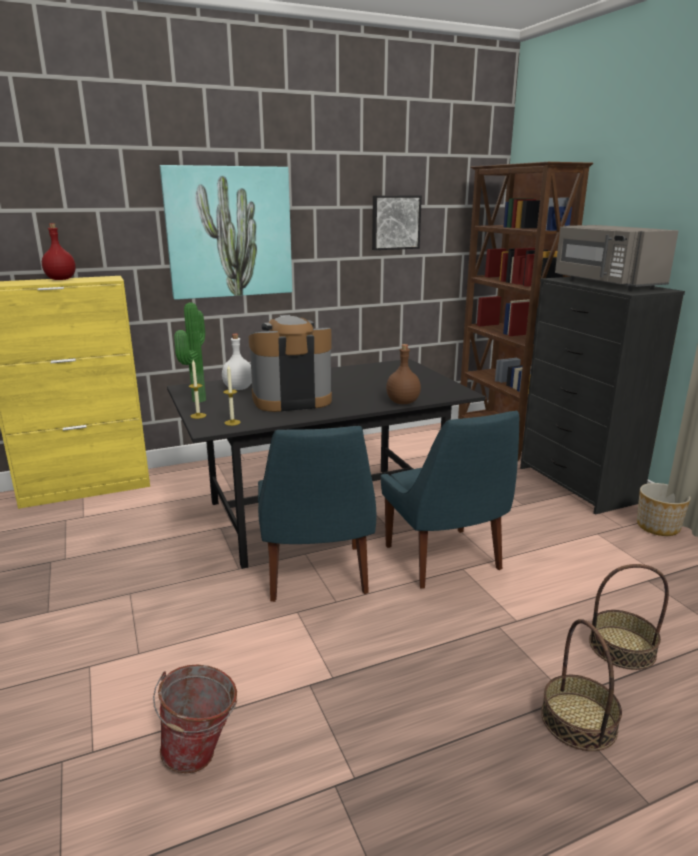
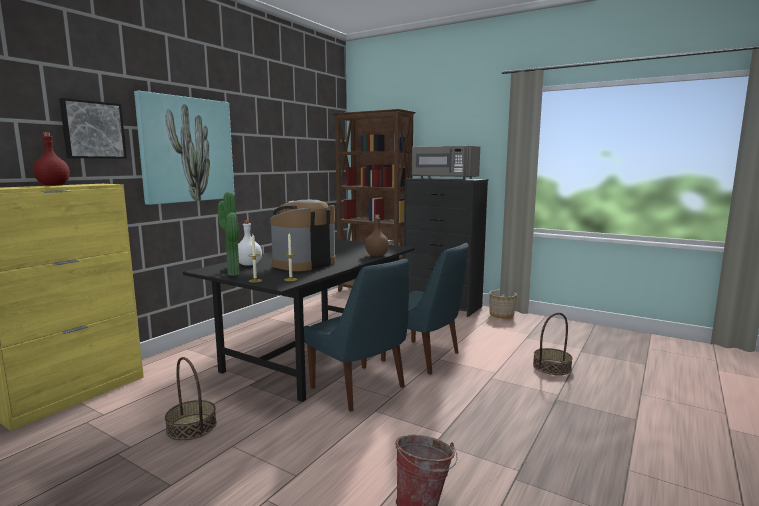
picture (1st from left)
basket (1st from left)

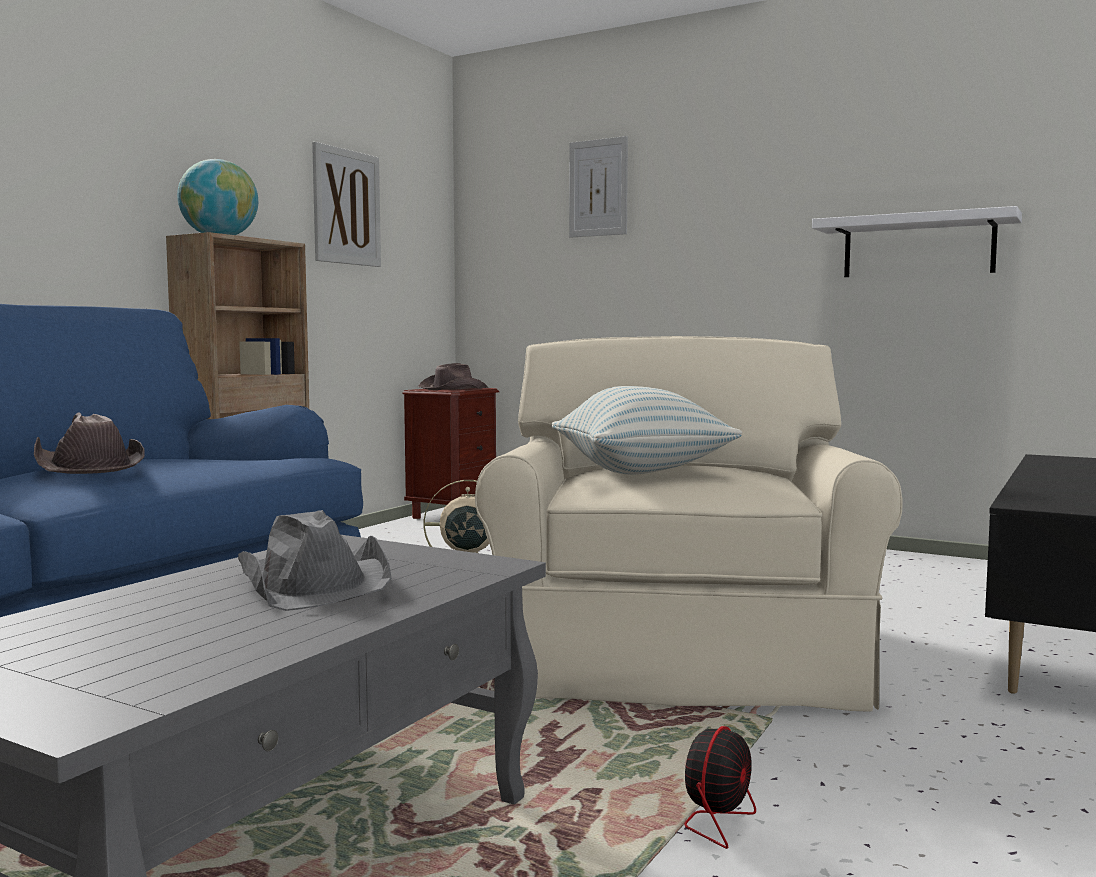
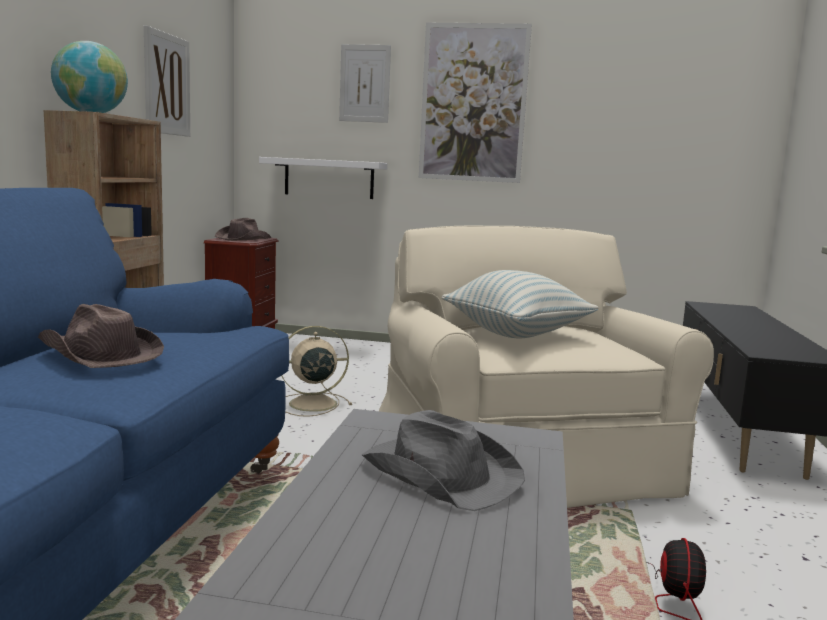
shelf in white
picture (3rd from left)

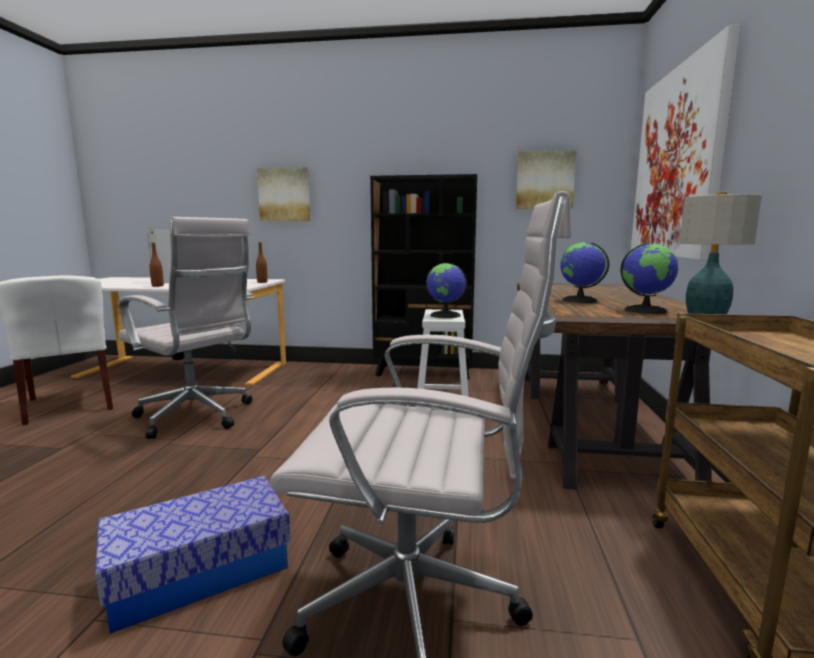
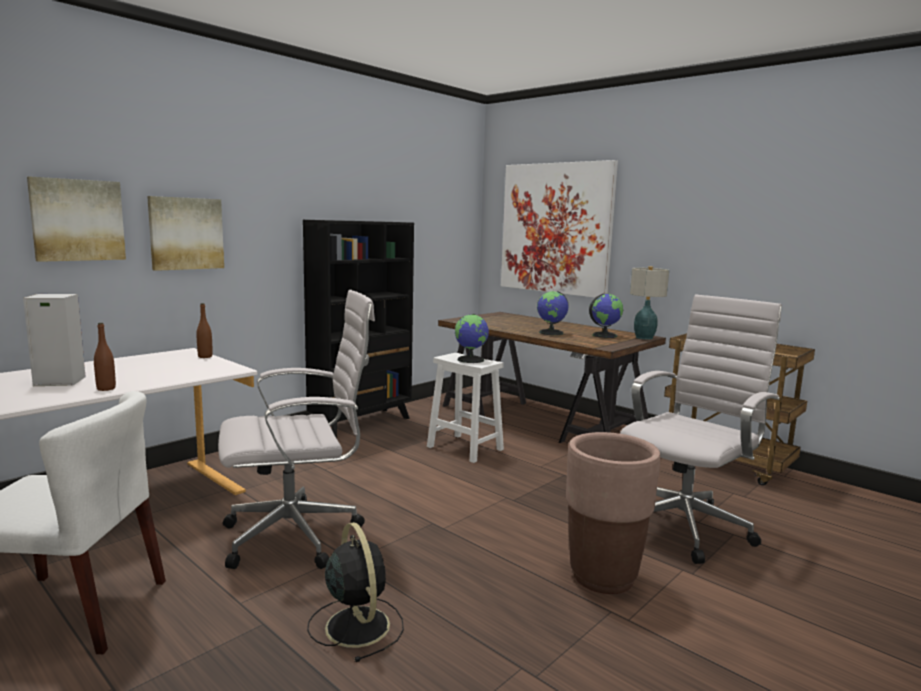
planter in brown
picture (1st from left)
fan in black

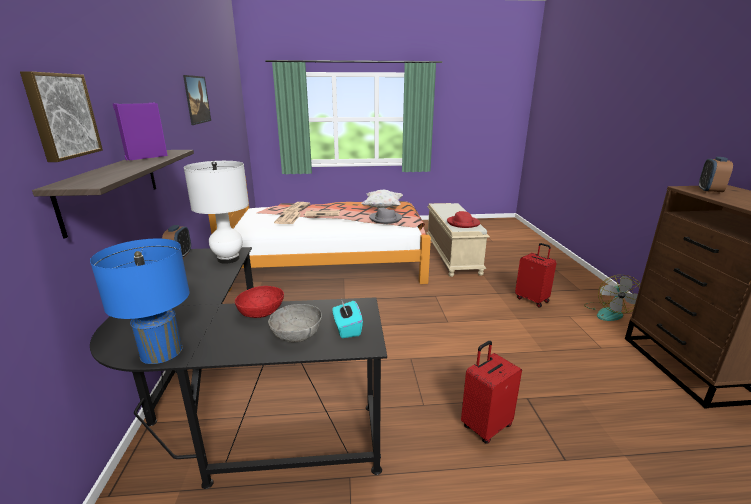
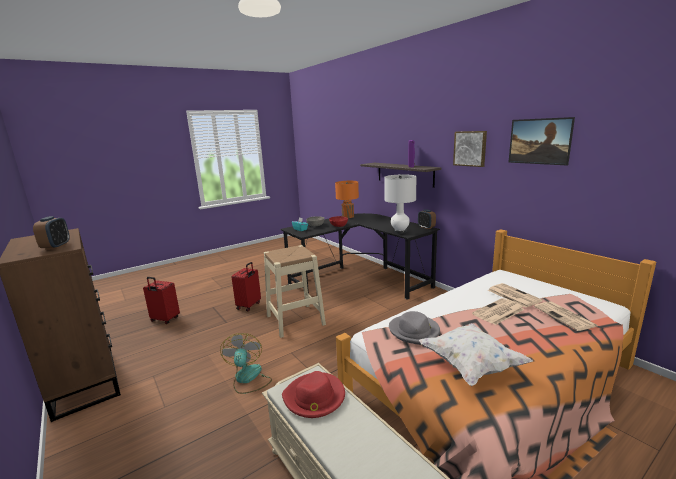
picture (1st from left)
table lamp in orange
suitcase in red (1st from left)
fan
stool in beige

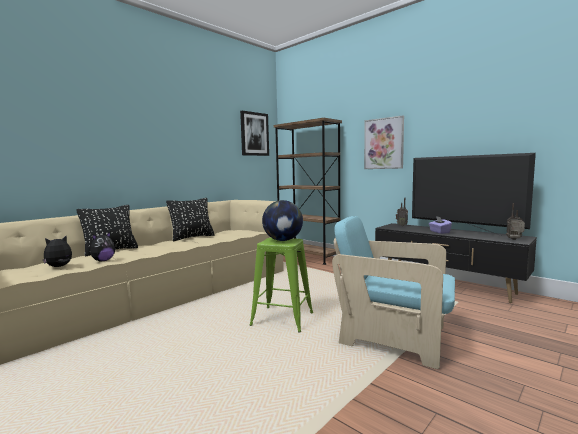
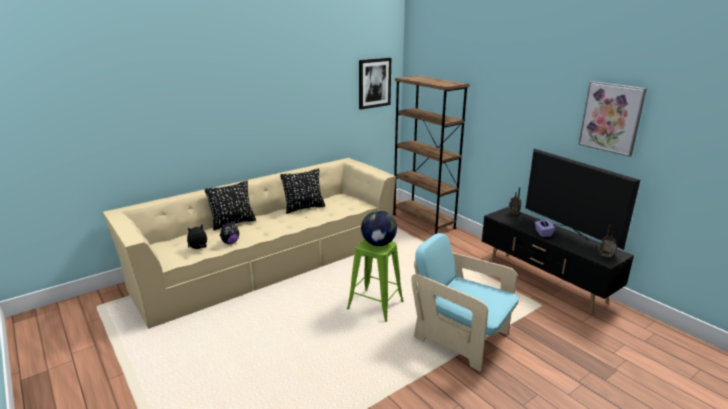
picture (2nd from left)

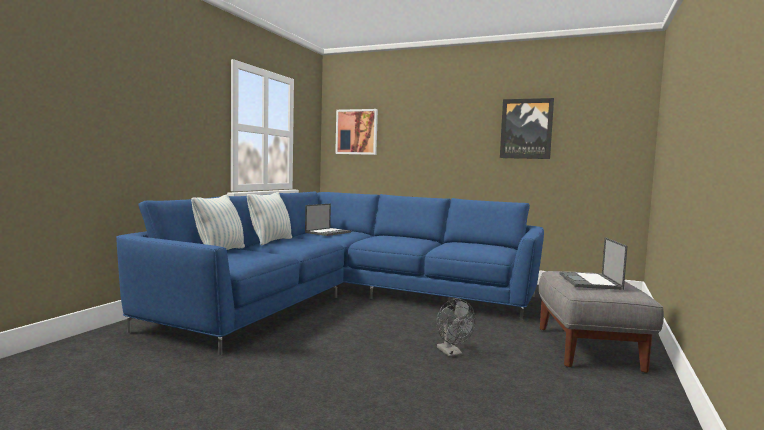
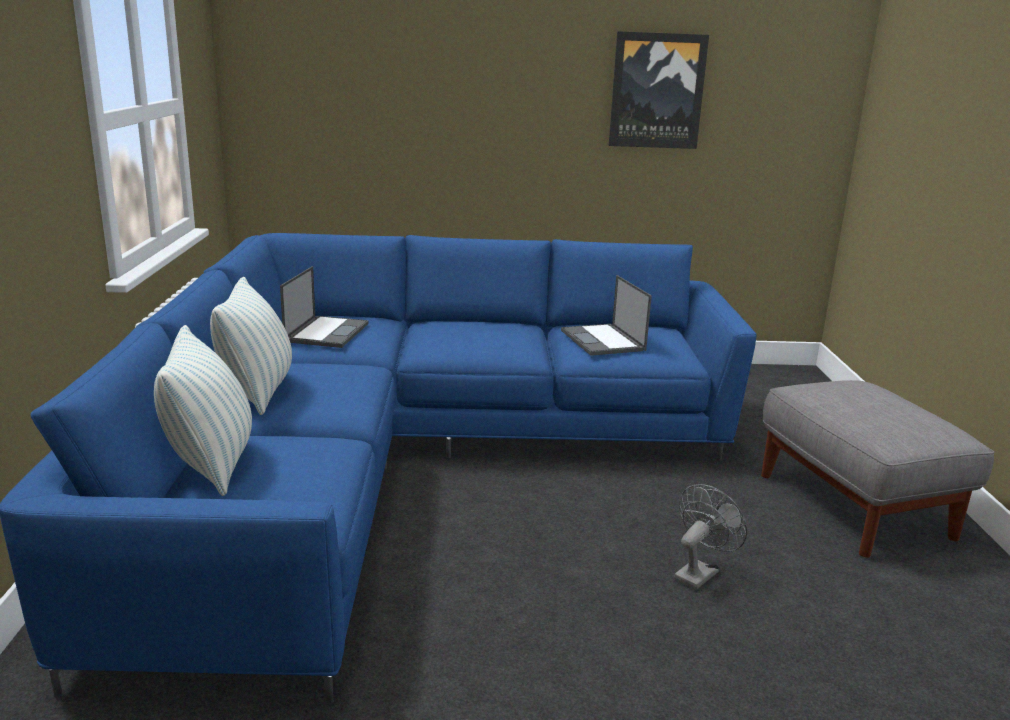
picture (1st from left in the first image)
fan in grey
laptop (2nd from left)

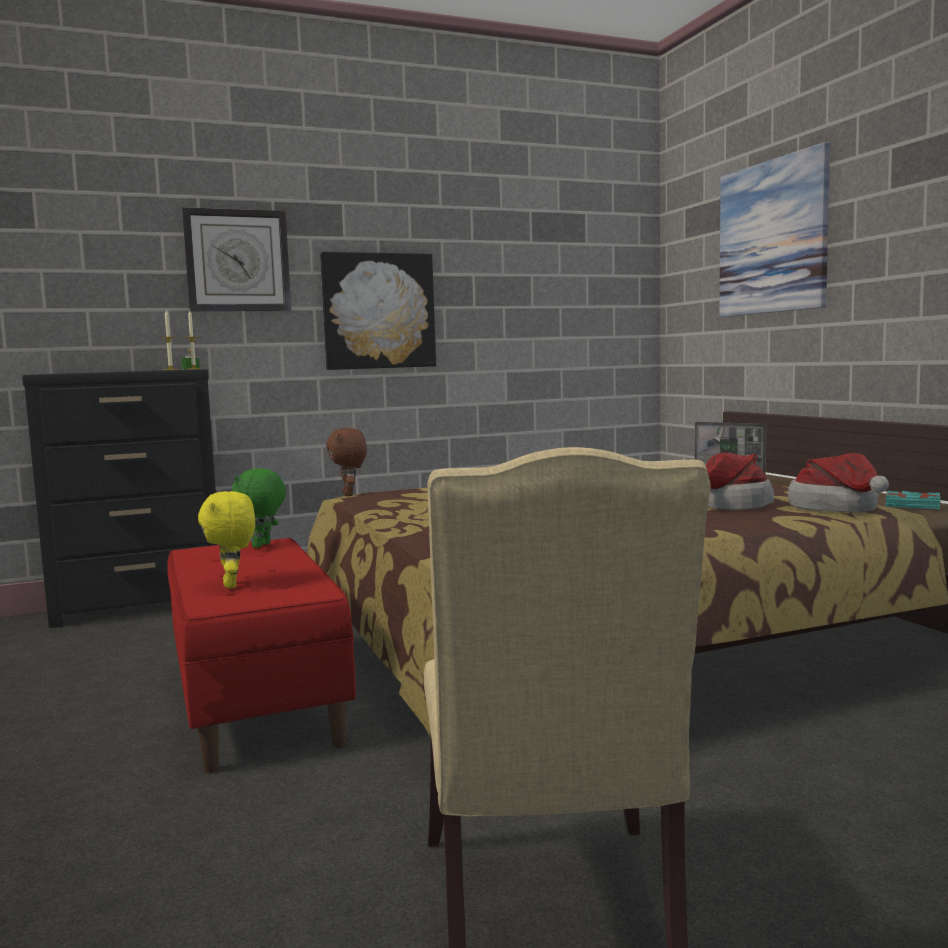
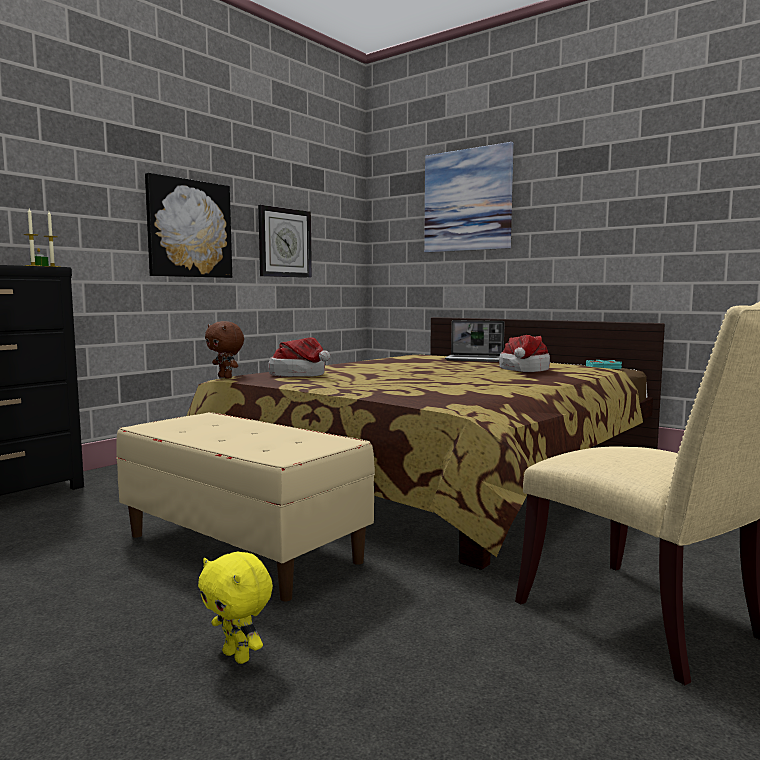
bench in beige
wall clock
plush toy in yellow
plush toy in green
hat (1st from left)

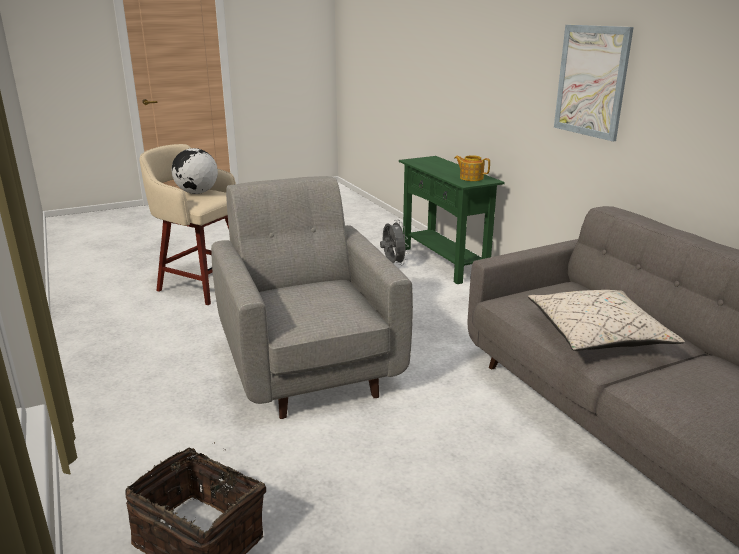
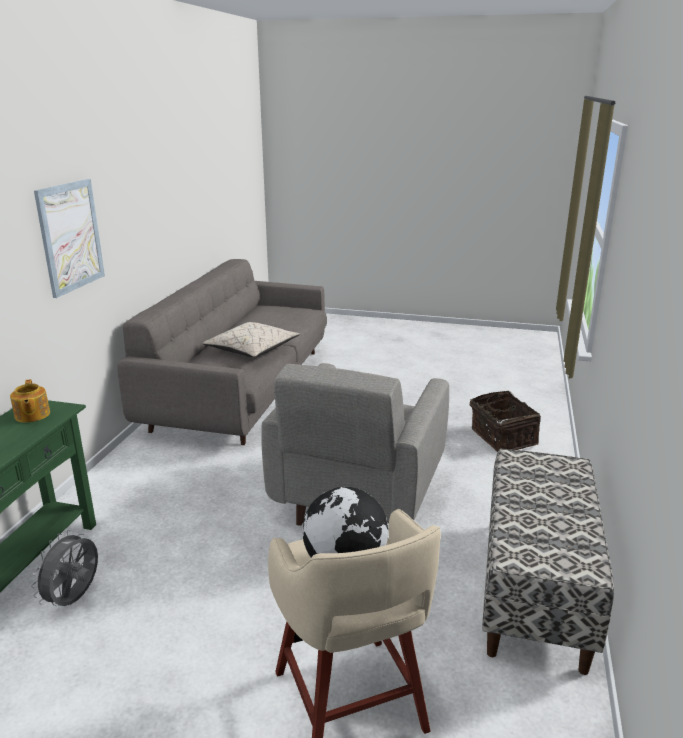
bench

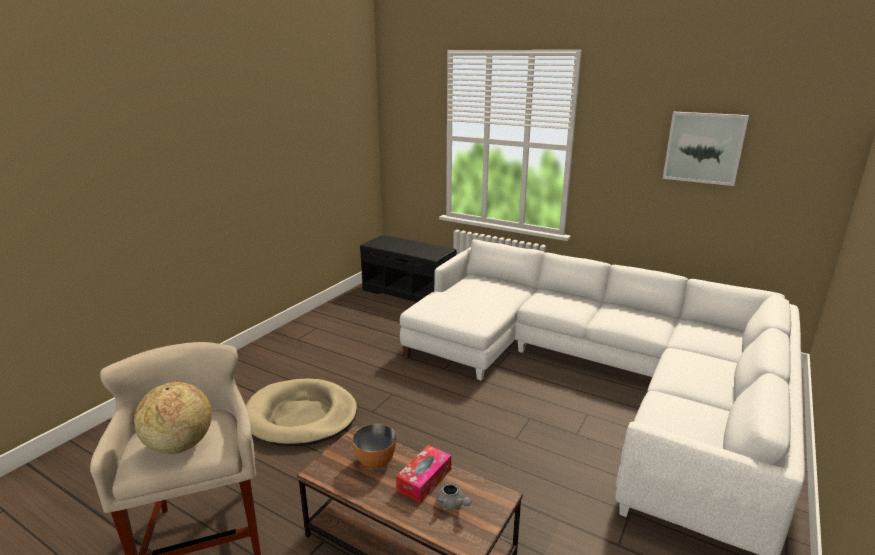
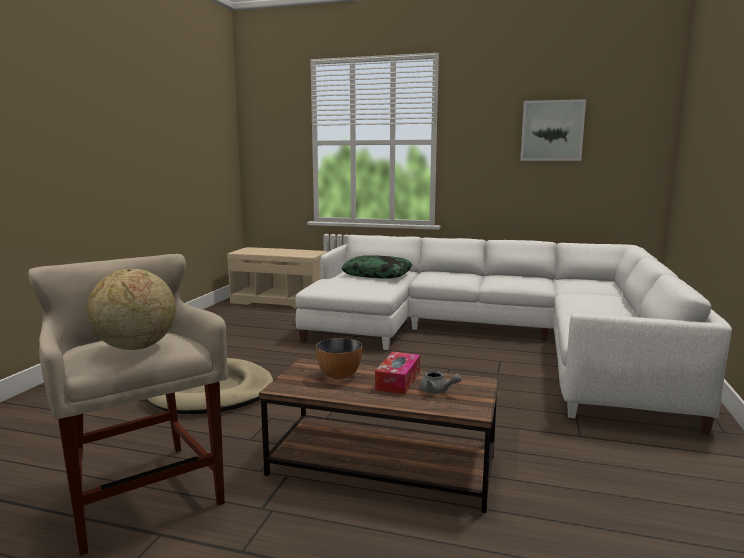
bench in beige
pillow

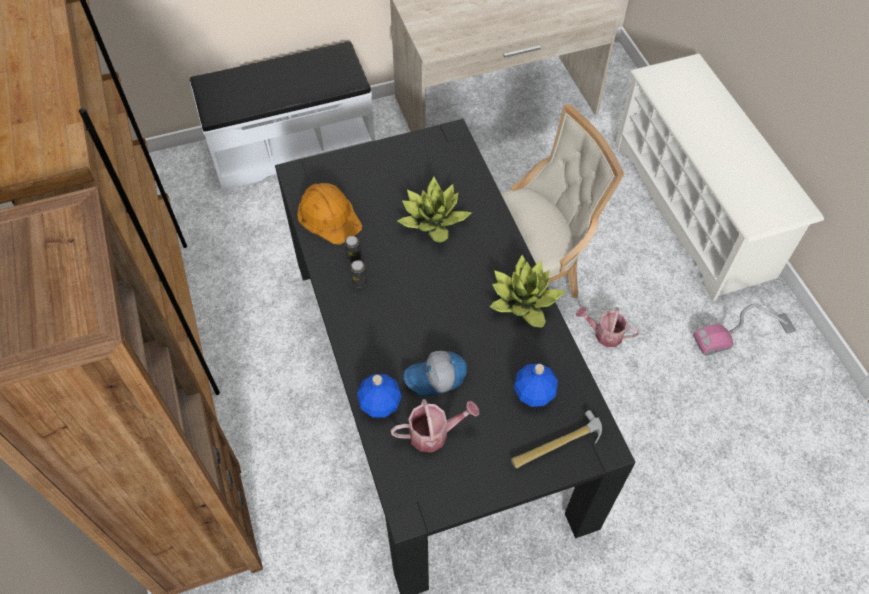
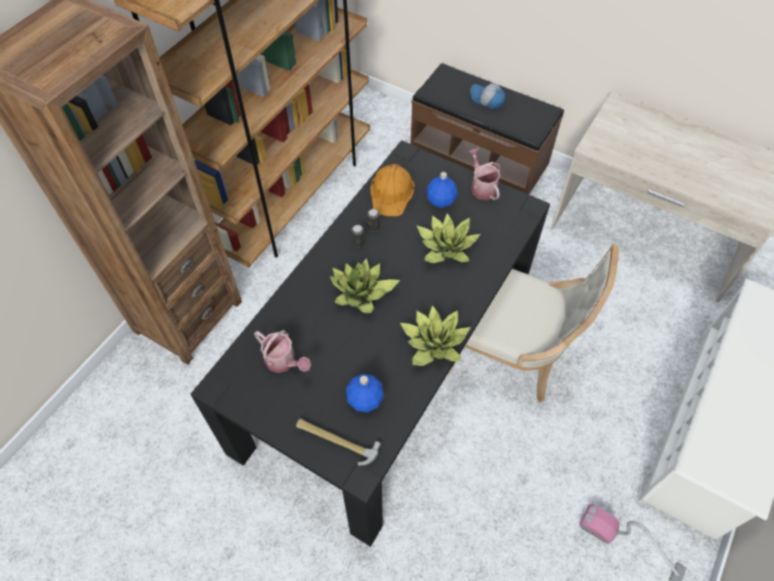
bench in brown
bottle in blue (2nd from left)
cap
watering can (2nd from left)
potted plant (1st from left)

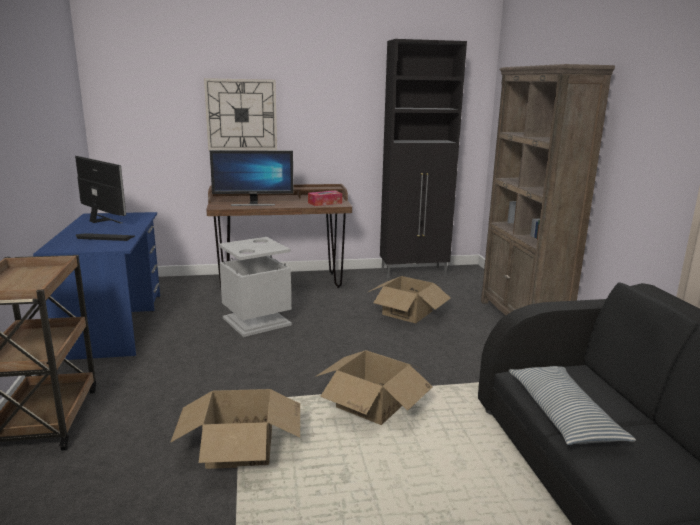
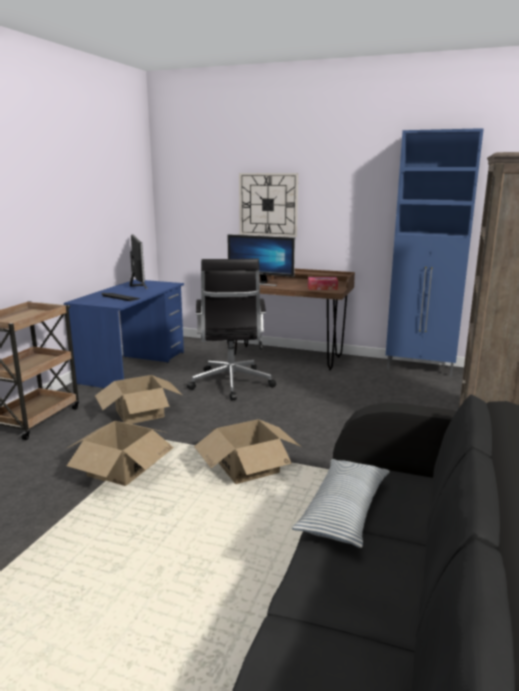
office chair in black
cardboard box (2nd from left)
cabinet in blue

